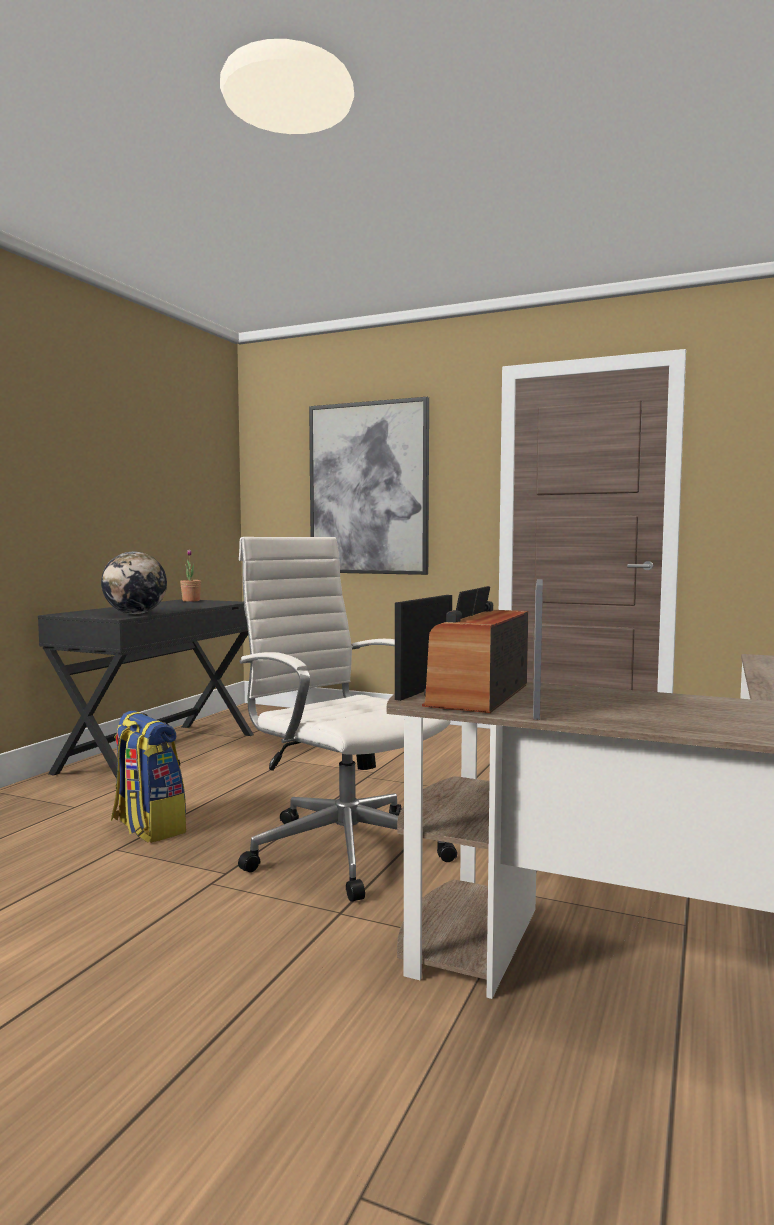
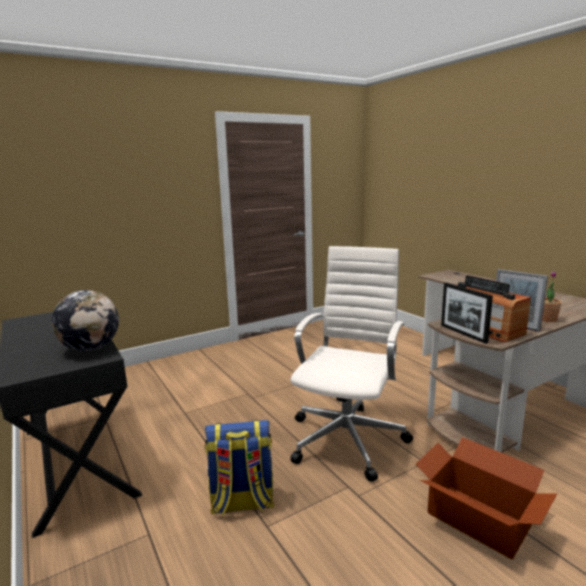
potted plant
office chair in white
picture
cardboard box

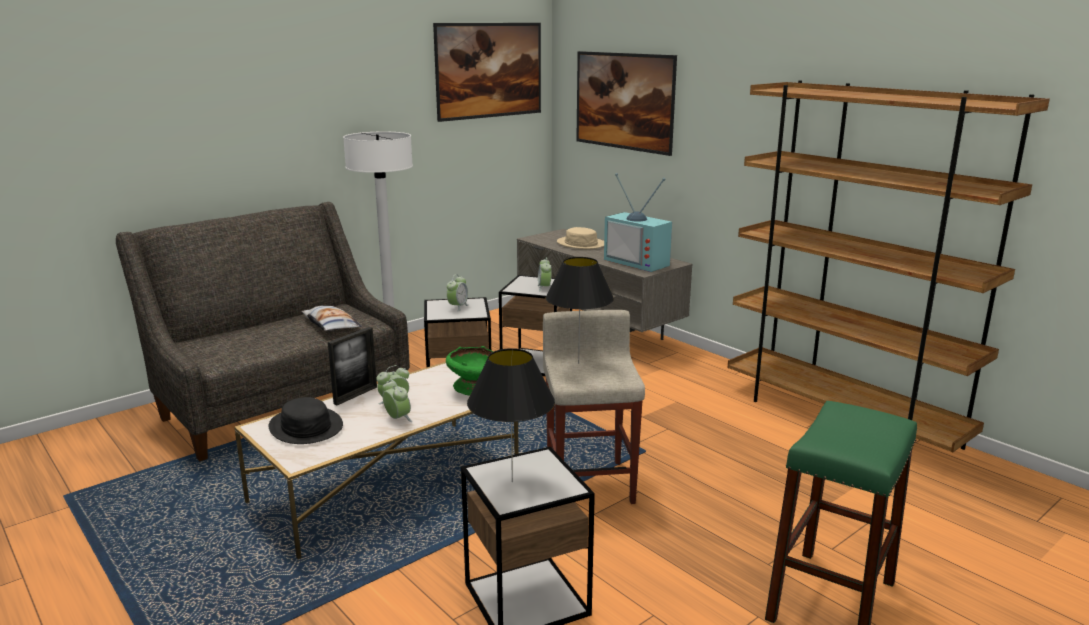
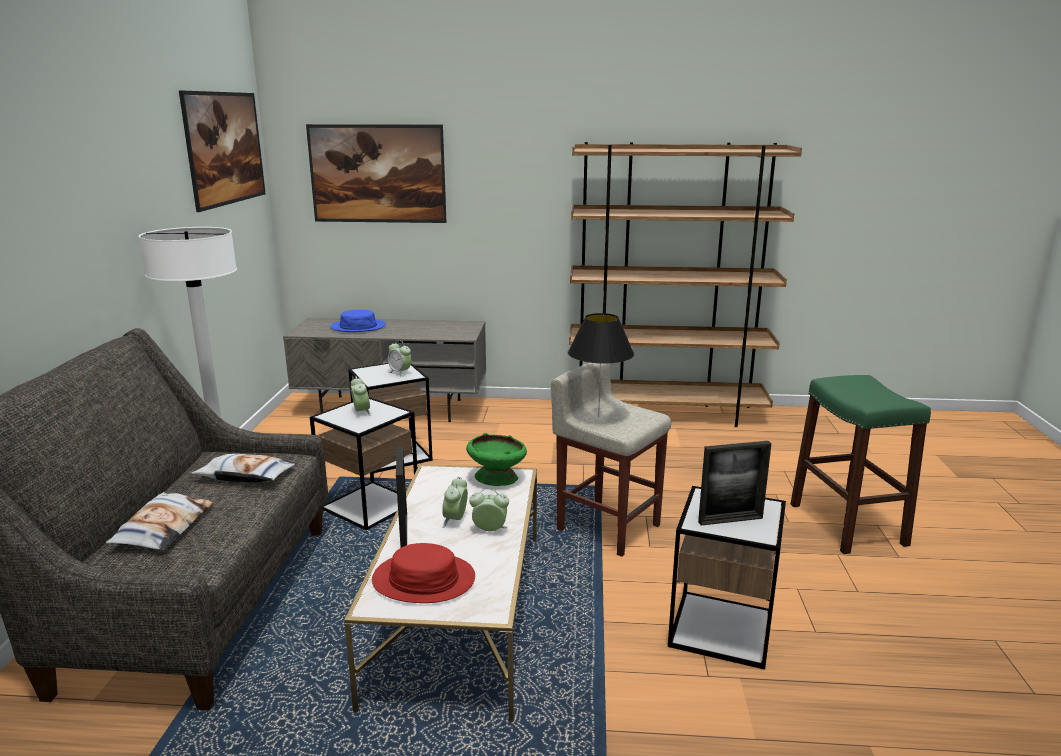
hat in red
picture frame (2nd from left)
hat in blue
television
pillow (1st from left)

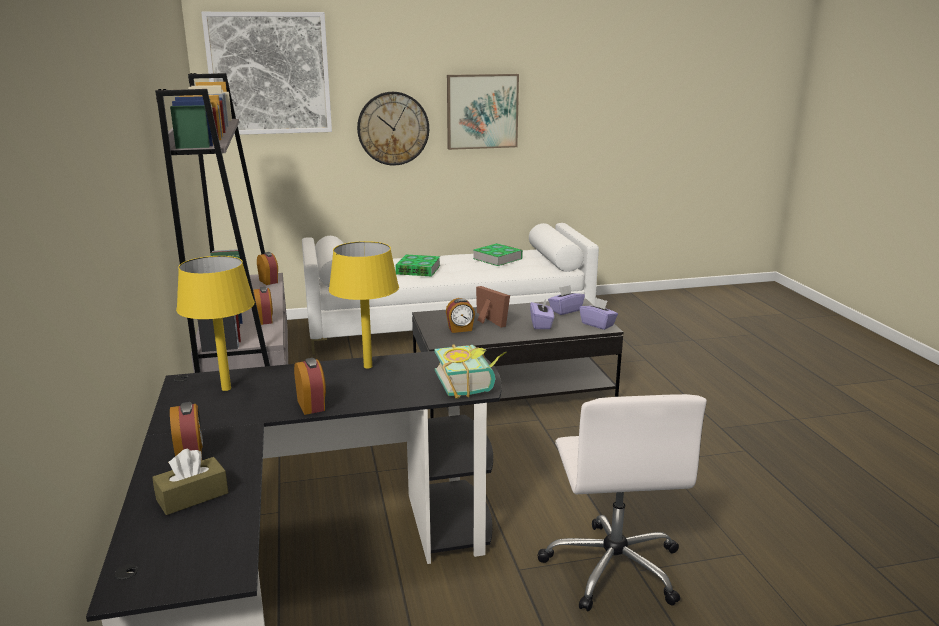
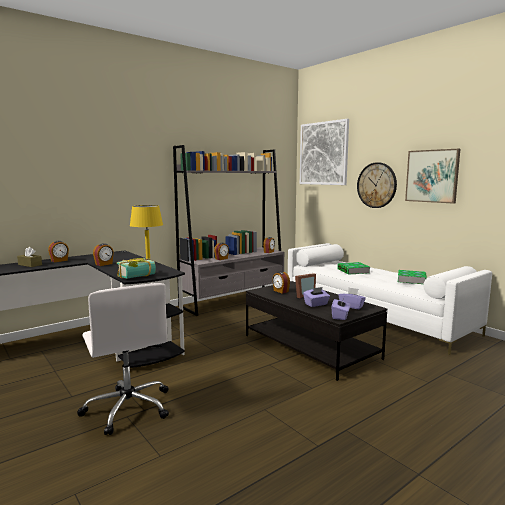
table lamp in yellow (1st from left in the first image)
office chair in white

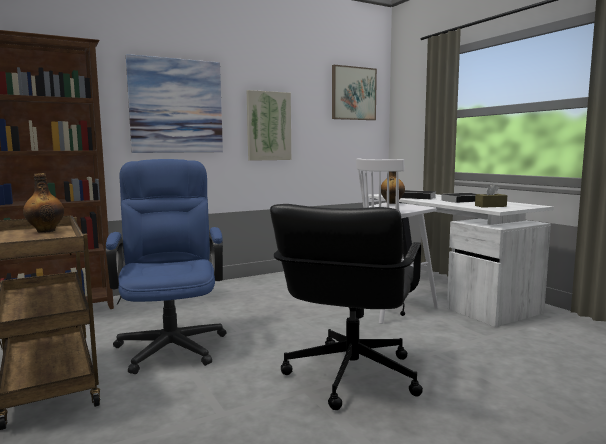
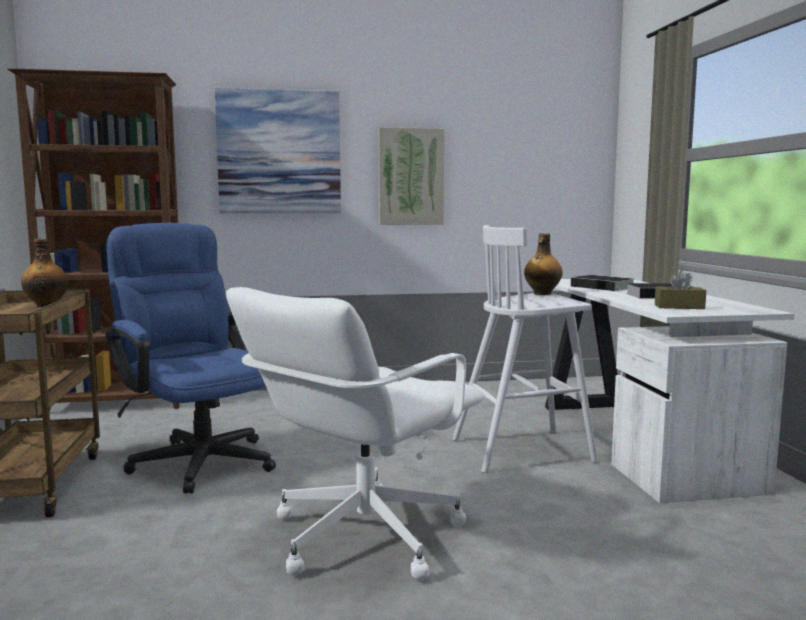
office chair in blue
office chair in white
picture (3rd from left in the first image)

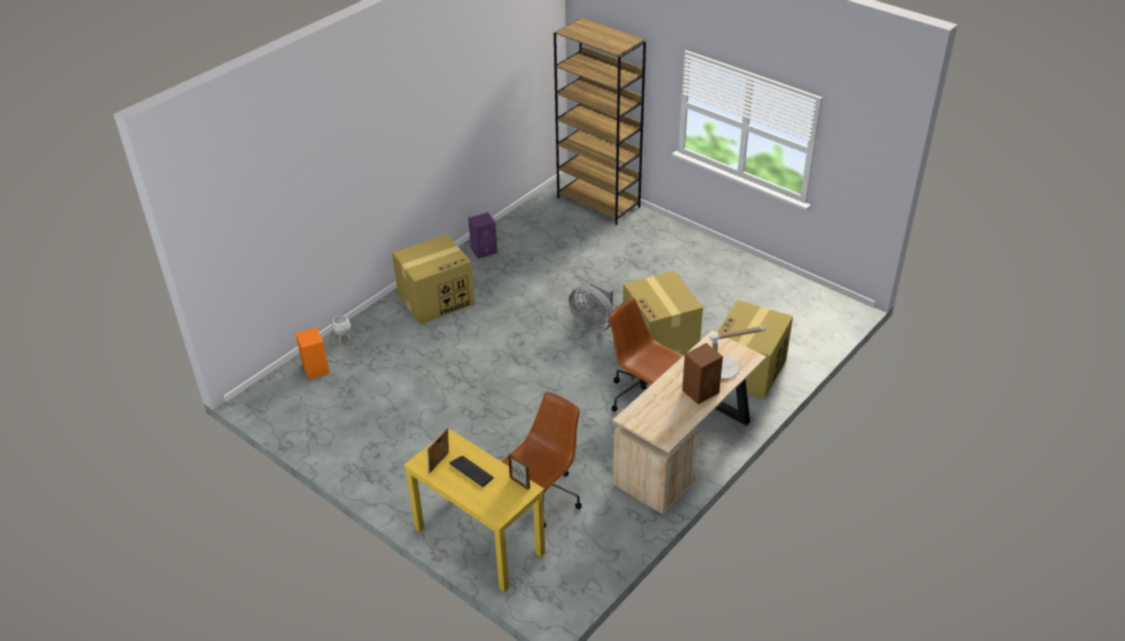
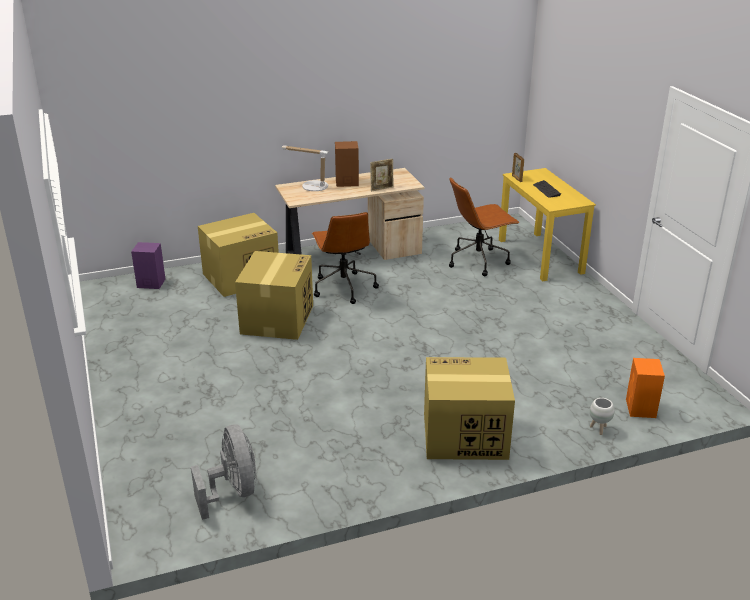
picture frame (1st from left)
speaker in purple
bookcase in brown
fan in grey

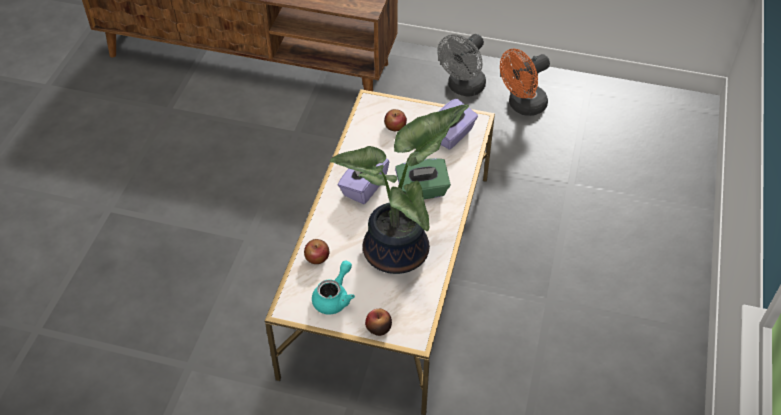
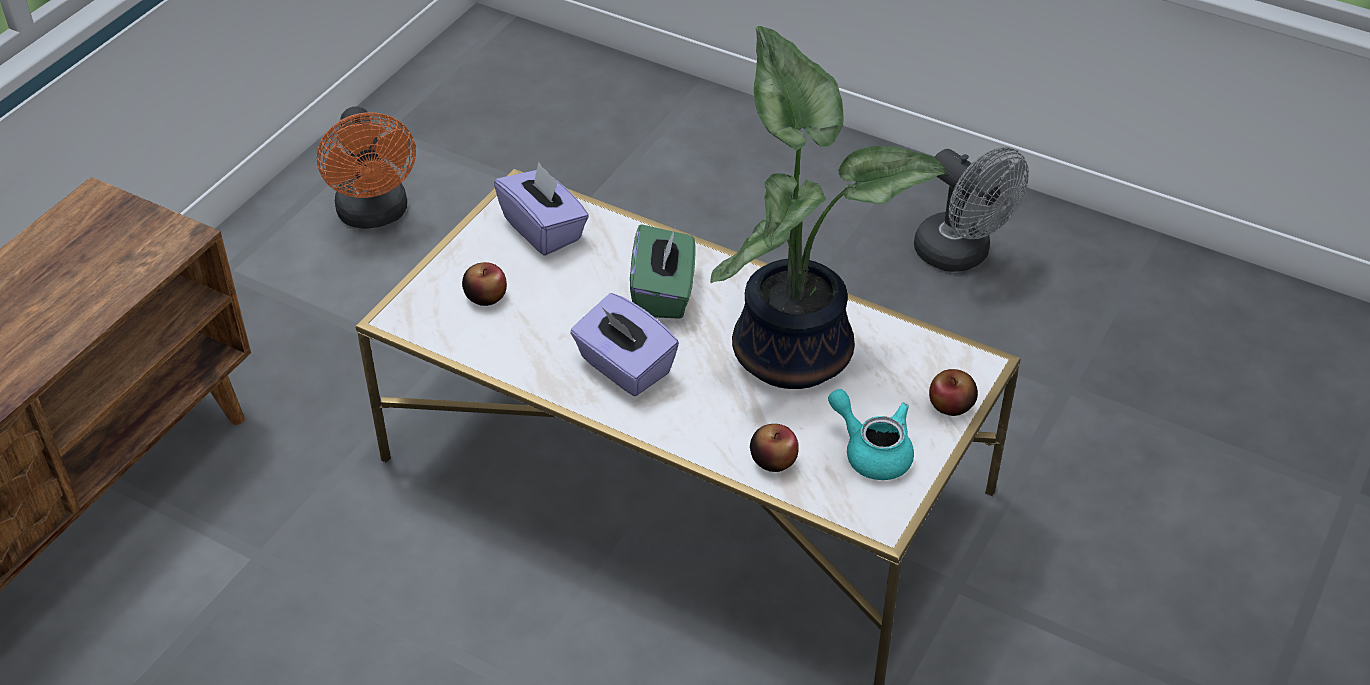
fan in grey

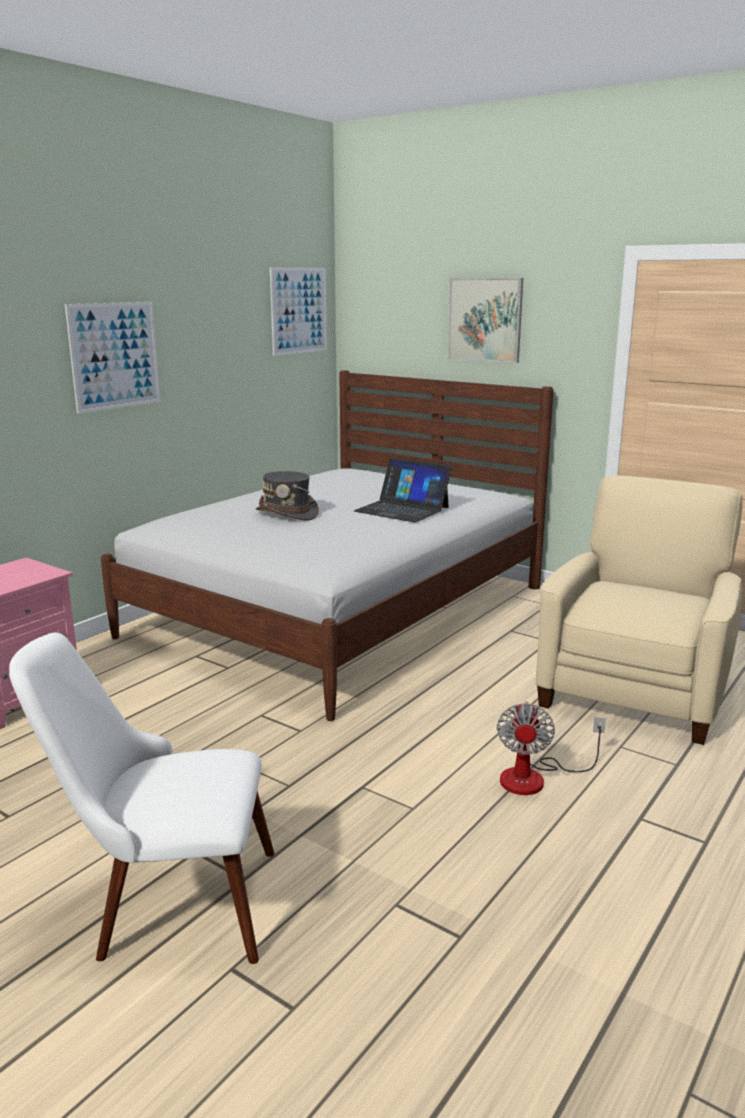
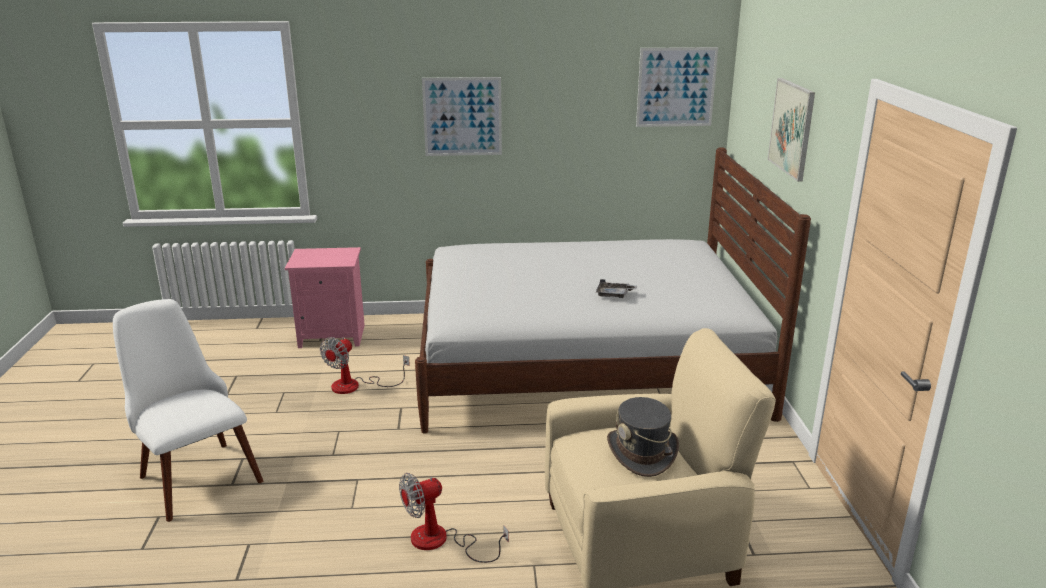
hat in grey
tray in grey
fan (1st from left)

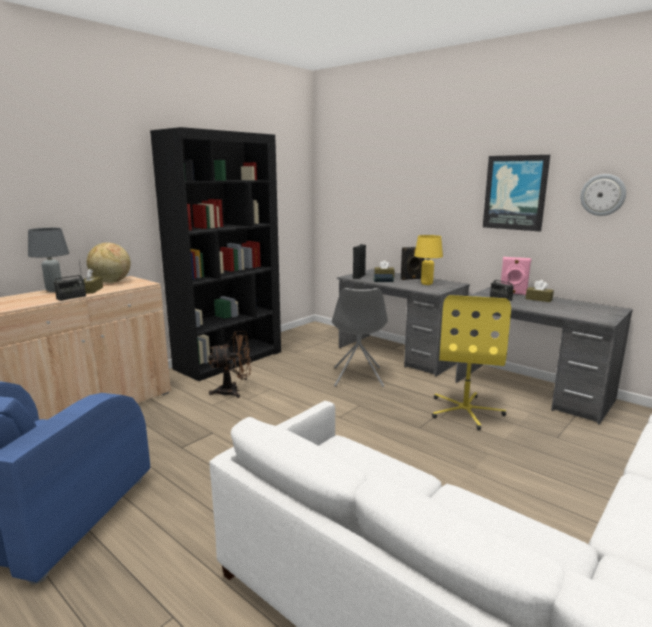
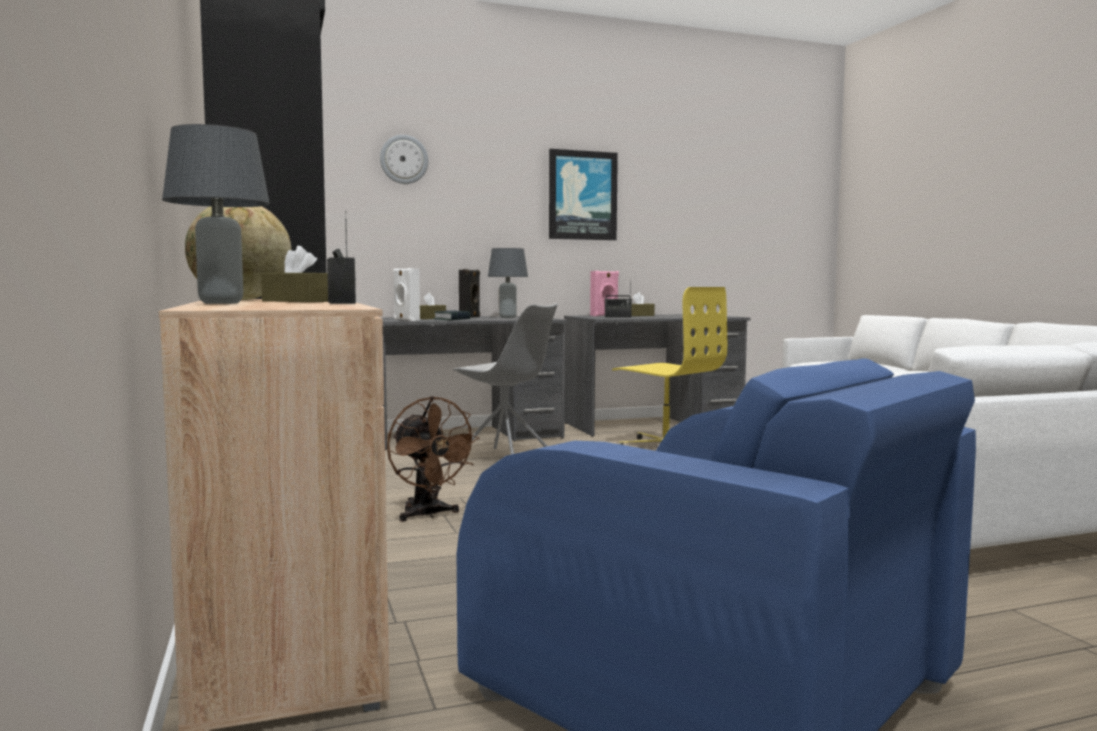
fan in brown
speaker in white
table lamp in grey (2nd from left)
wall clock

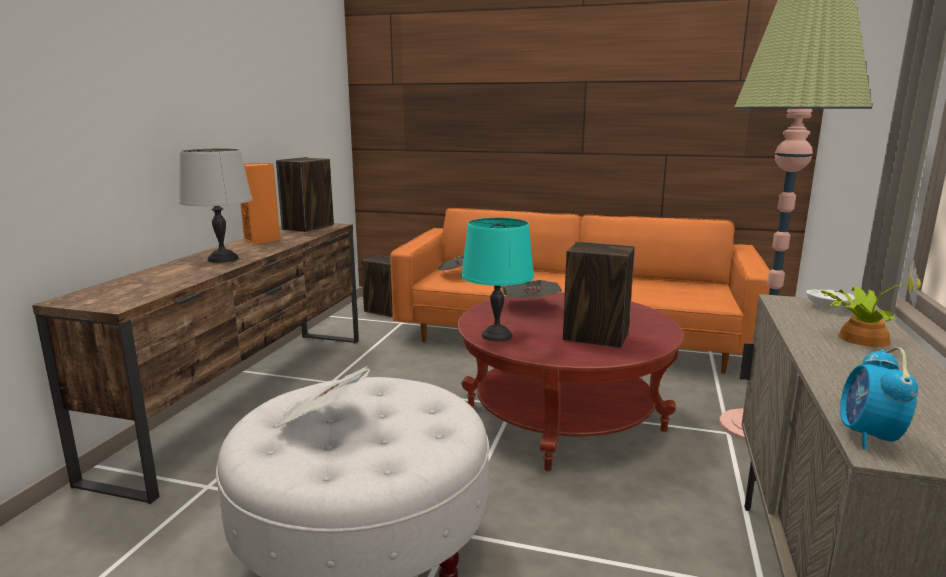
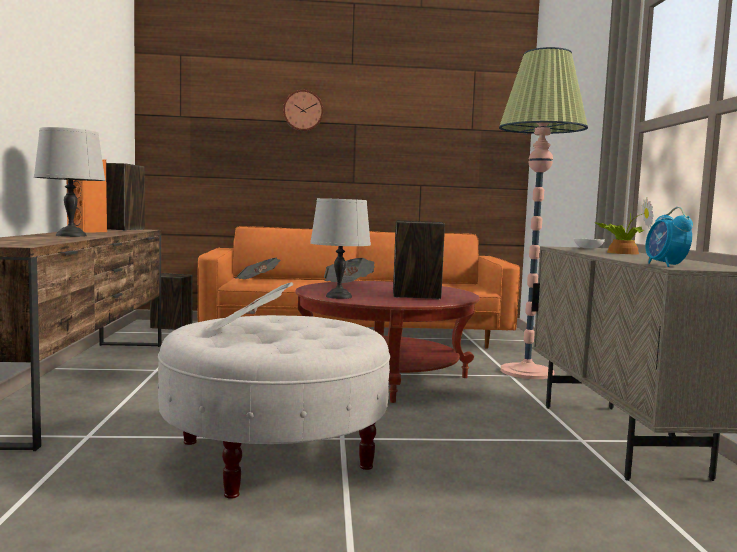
table lamp in grey (2nd from left)
wall clock

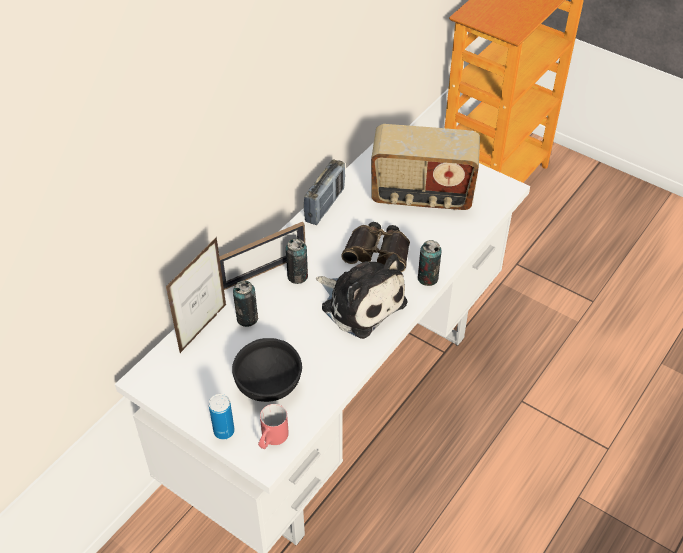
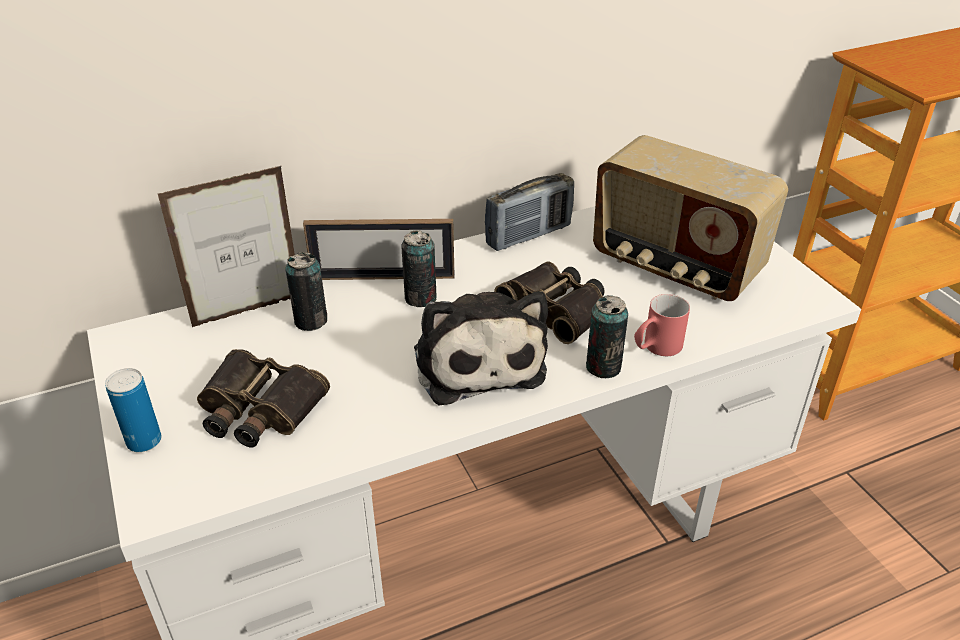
binoculars (1st from left)
mug in red

